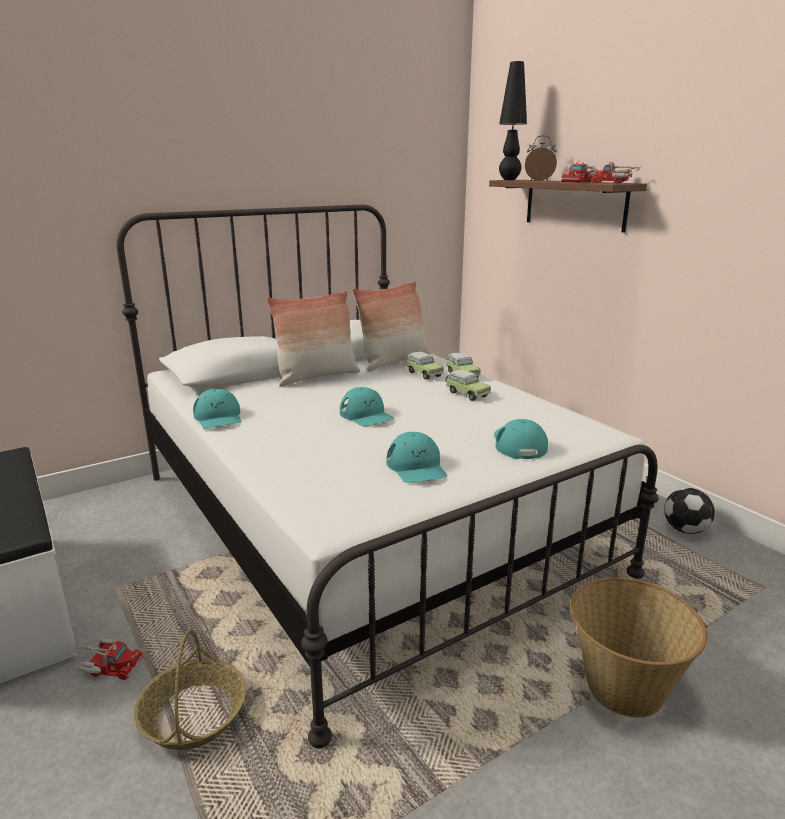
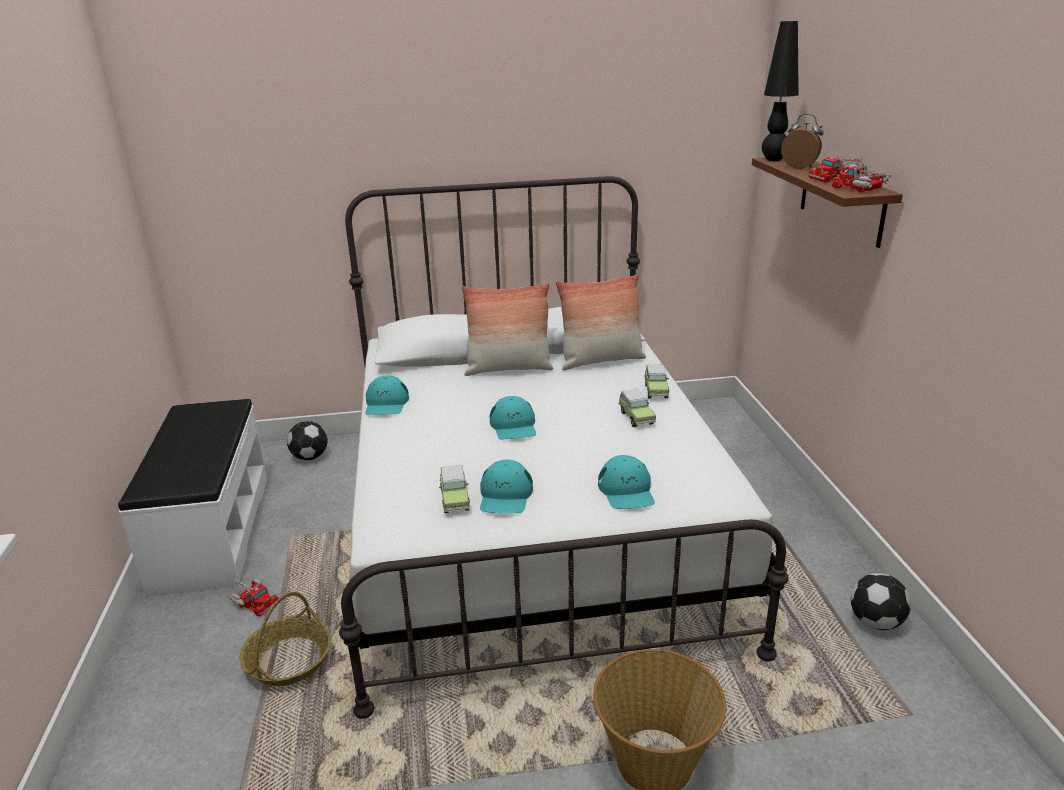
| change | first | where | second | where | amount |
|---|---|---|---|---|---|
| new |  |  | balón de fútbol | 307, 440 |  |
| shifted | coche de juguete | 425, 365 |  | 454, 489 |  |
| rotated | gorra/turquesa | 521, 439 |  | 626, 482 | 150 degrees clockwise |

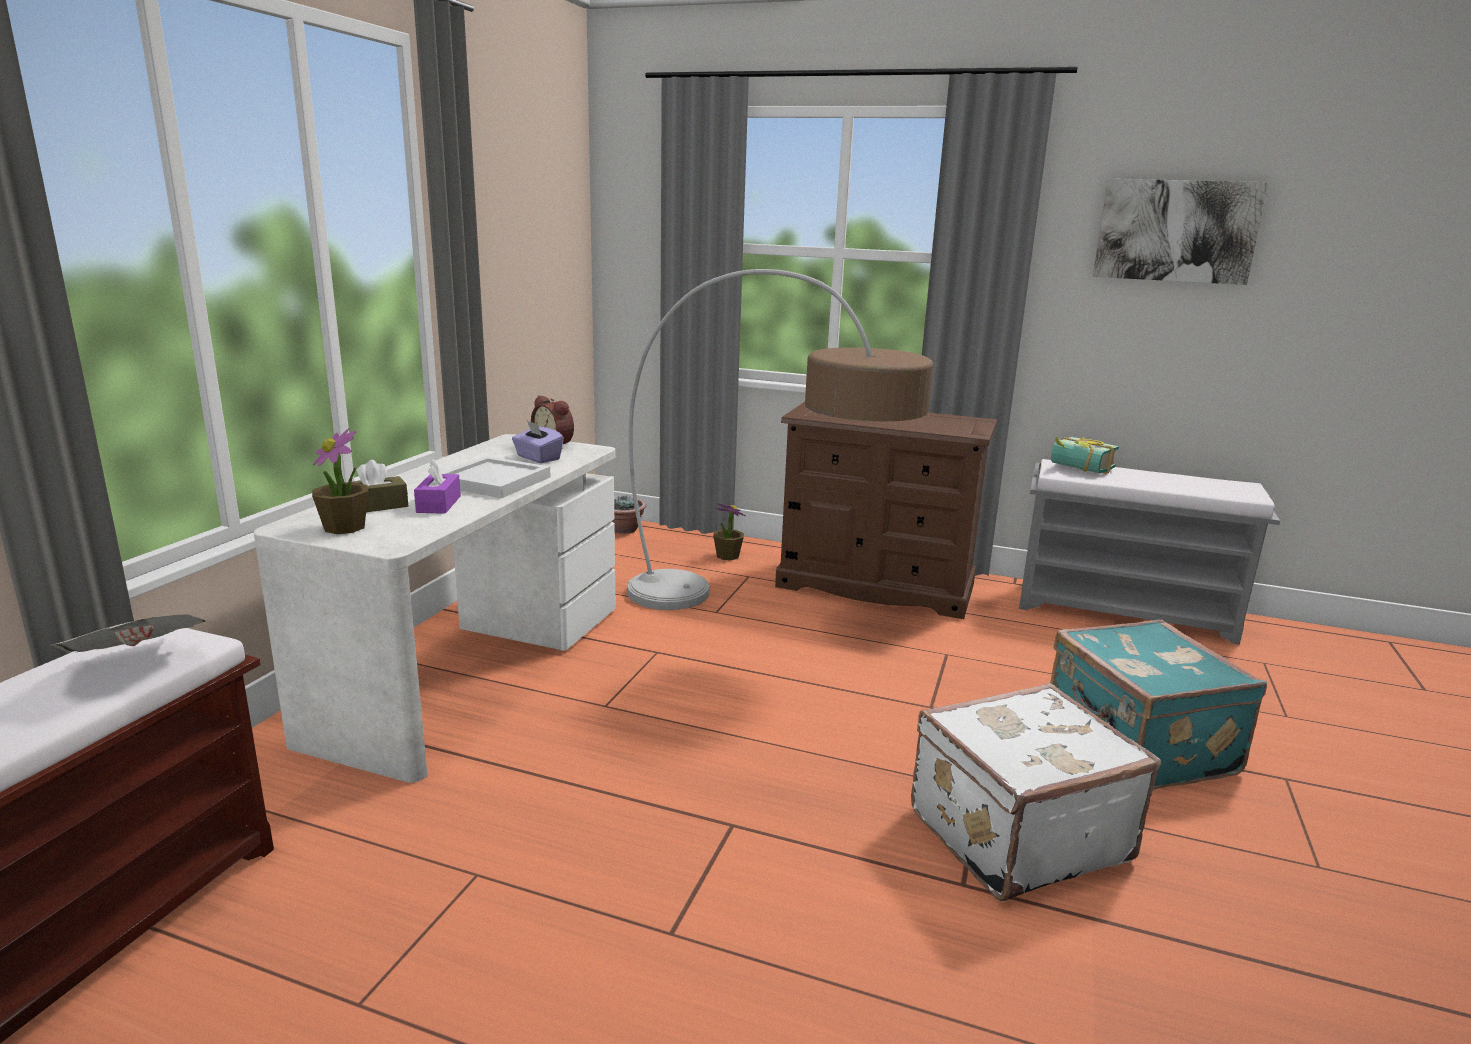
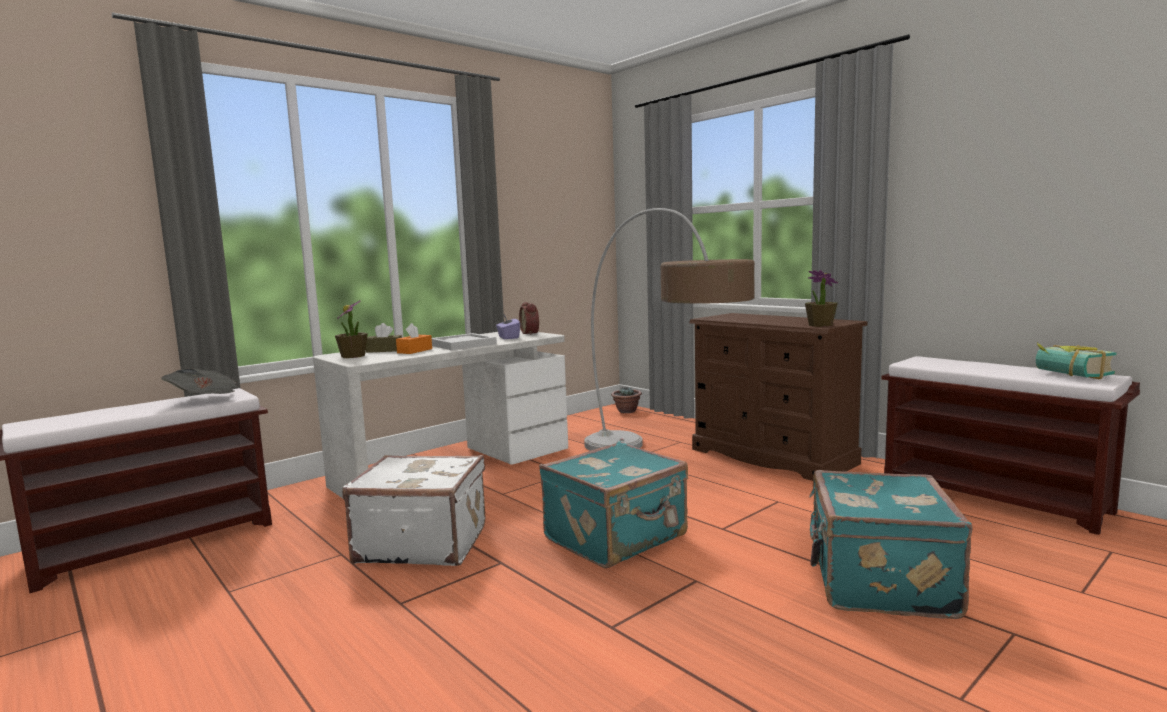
| change | first | where | second | where | amount |
|---|---|---|---|---|---|
| shifted | maleta/blanco | 1036, 792 |  | 413, 510 |  |
| repainted | caja de pañuelos/morado | 437, 486 | caja de pañuelos/naranja | 414, 338 |  |
| new |  |  | maleta/turquesa | 613, 504 |  |
| shifted | planta en maceta | 729, 531 |  | 821, 298 |  |
| repainted | banco/gris | 1149, 551 | banco/marrón | 1010, 445 |  |
| shifted | libro | 1085, 455 |  | 1076, 360 |  |
| gone | cuadro | 1181, 232 |  |  |  |

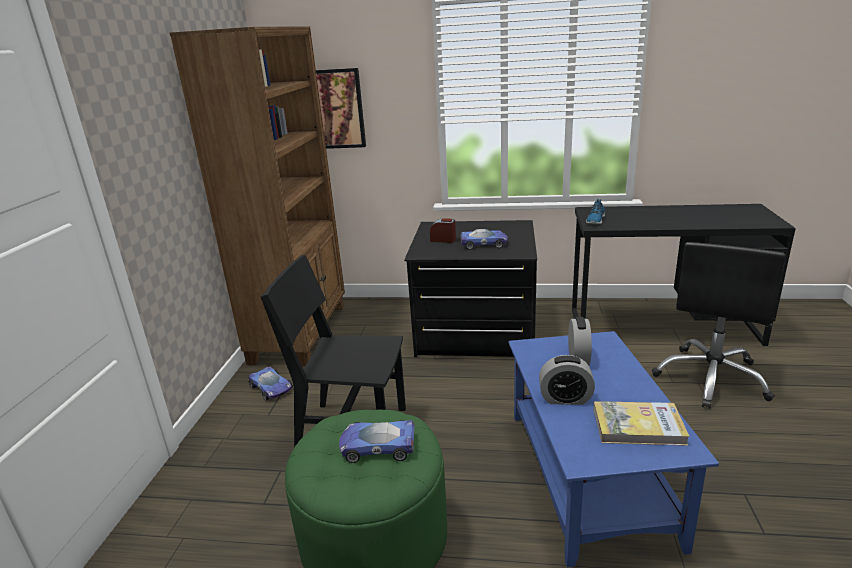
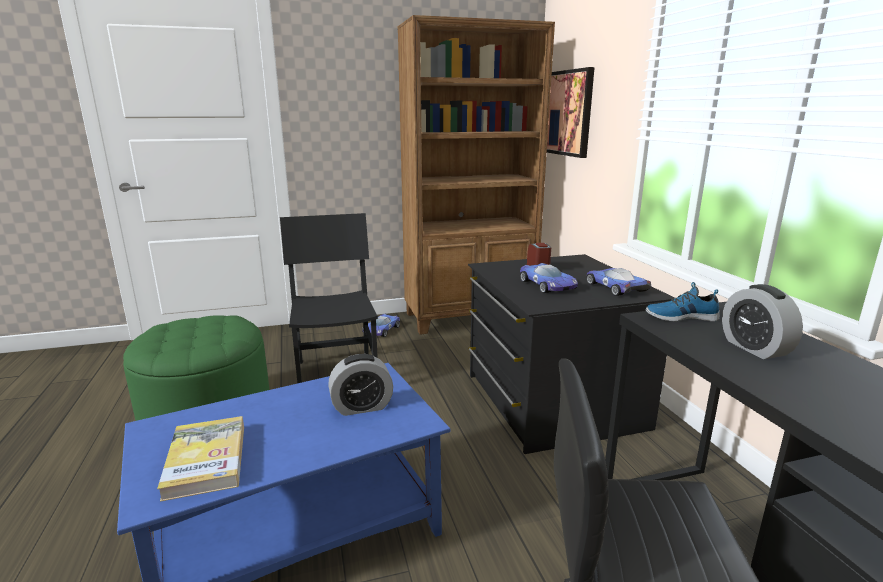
| change | first | where | second | where | amount |
|---|---|---|---|---|---|
| shifted | coche de juguete | 377, 441 |  | 618, 282 |  |
| shifted | despertador | 567, 380 |  | 762, 321 |  |

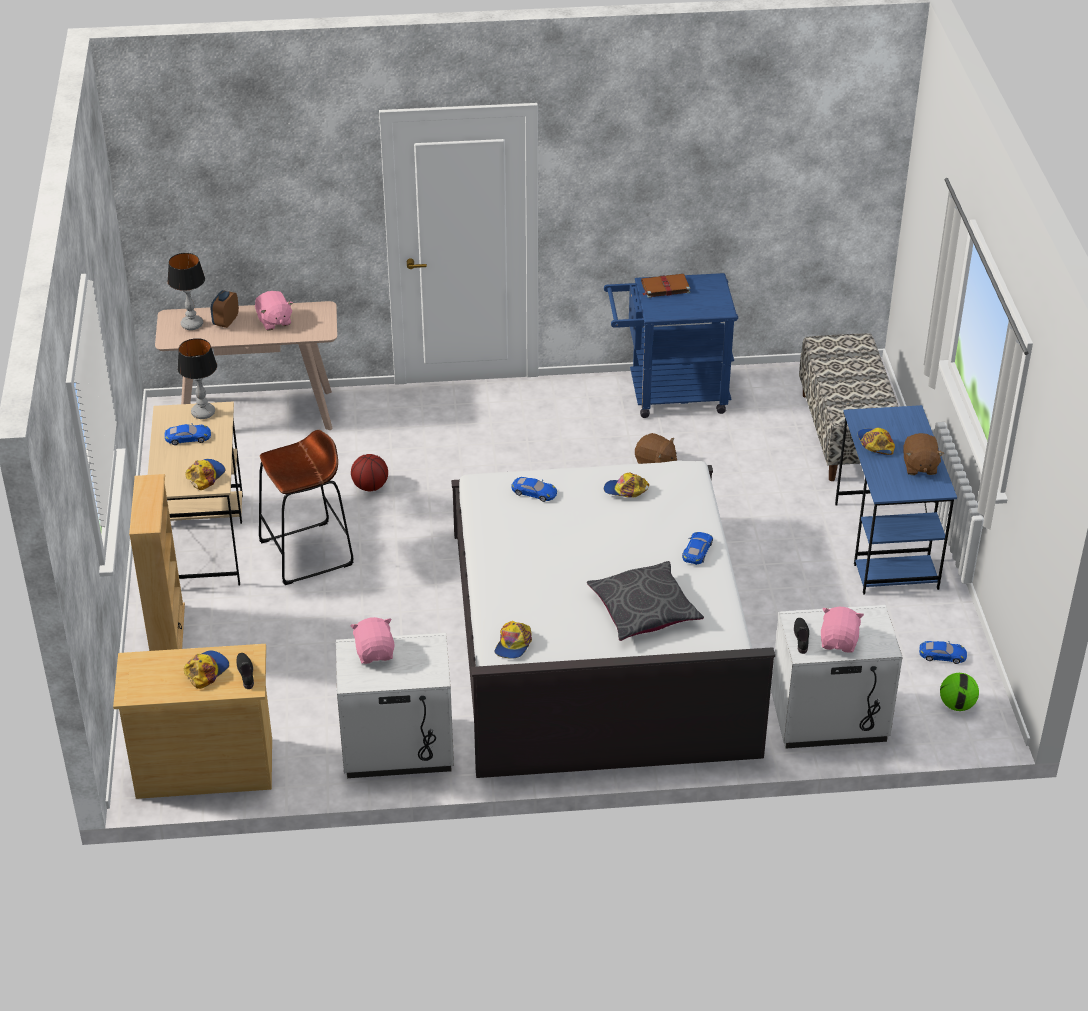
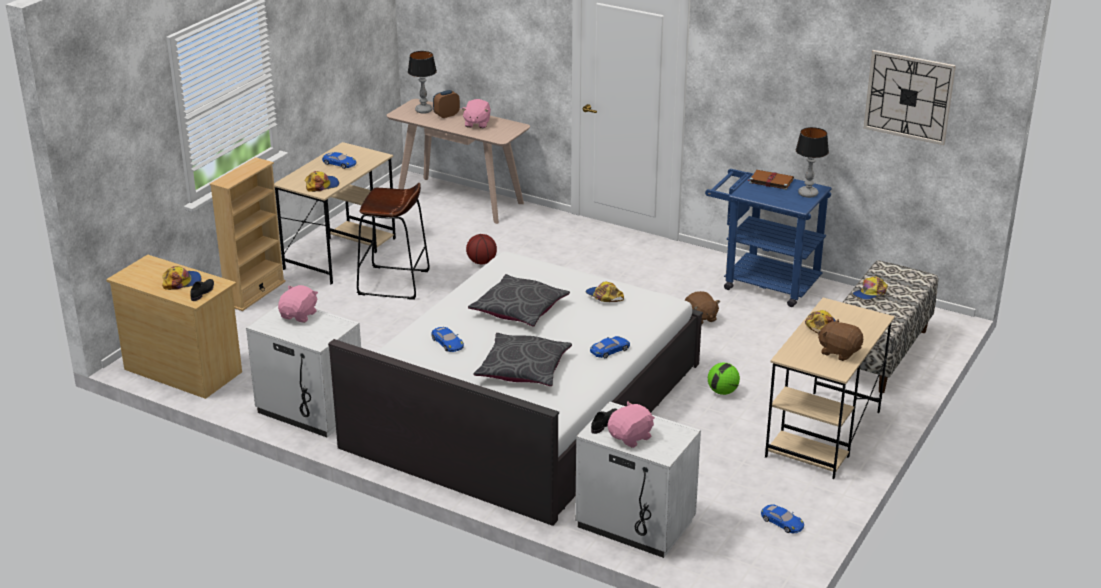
| change | first | where | second | where | amount |
|---|---|---|---|---|---|
| shifted | coche de juguete/azul | 534, 489 |  | 447, 339 |  |
| new |  |  | cojín/gris | 519, 300 |  |
| shifted | balón de fútbol | 959, 692 |  | 724, 379 |  |
| repainted | escritorio/azul | 896, 500 | escritorio/beis | 830, 388 |  |
| shifted | lámpara de mesa | 197, 378 |  | 812, 162 |  |
| rotated | peluche/marrón | 923, 454 |  | 840, 340 | 90 degrees clockwise |
| shifted | gorra | 513, 640 |  | 870, 288 |  |
| new |  |  | reloj de pared | 910, 97 |  |

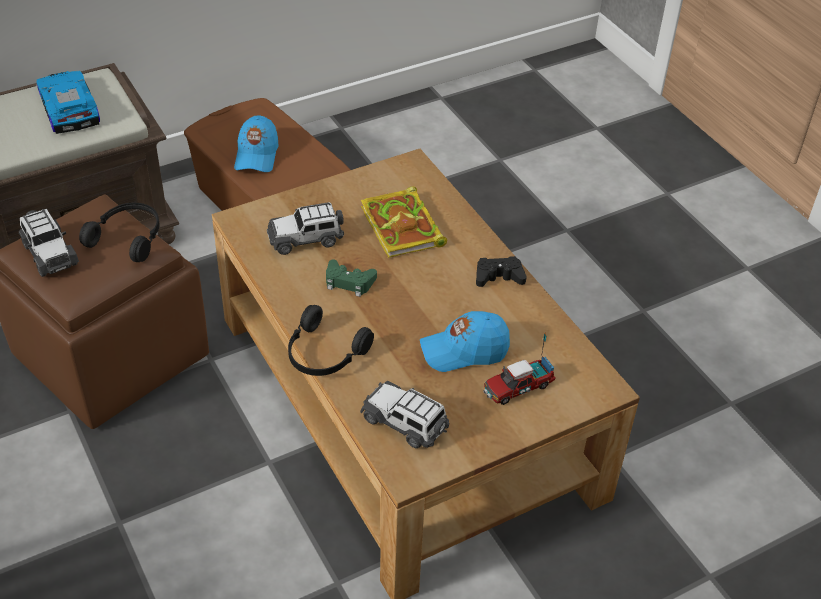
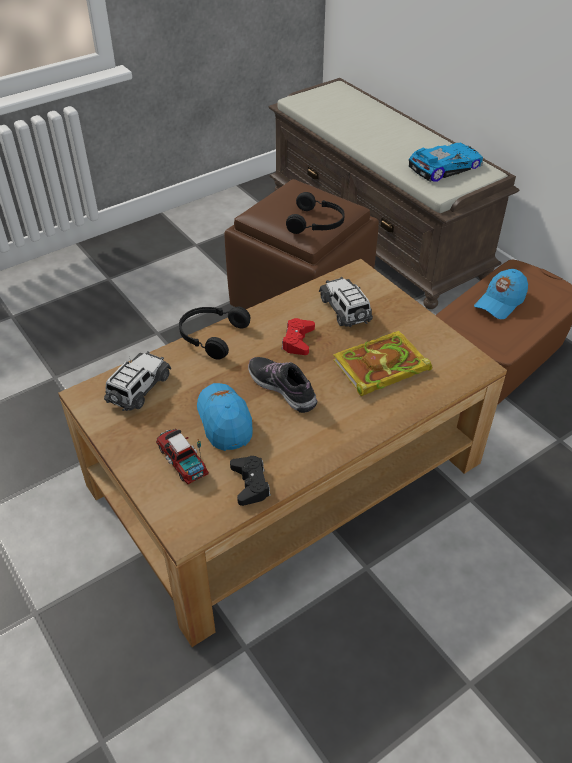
| change | first | where | second | where | amount |
|---|---|---|---|---|---|
| shifted | mando de consola/negro | 501, 271 |  | 250, 481 |  |
| new |  |  | zapato | 282, 385 |  |
| repainted | mando de consola/verde | 351, 278 | mando de consola/rojo | 298, 336 |  |
| rotated | gorra/azul | 256, 143 |  | 501, 294 | 45 degrees counterclockwise |
| gone | coche de juguete | 49, 243 |  |  |  |

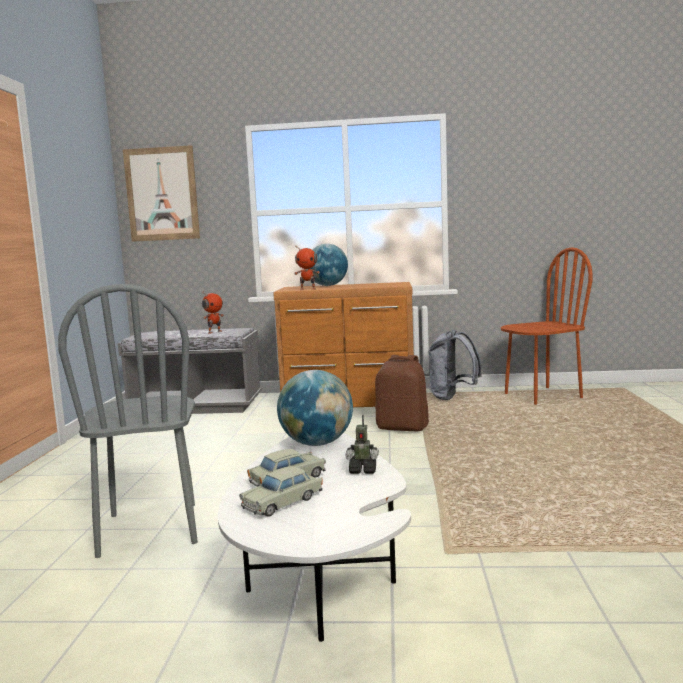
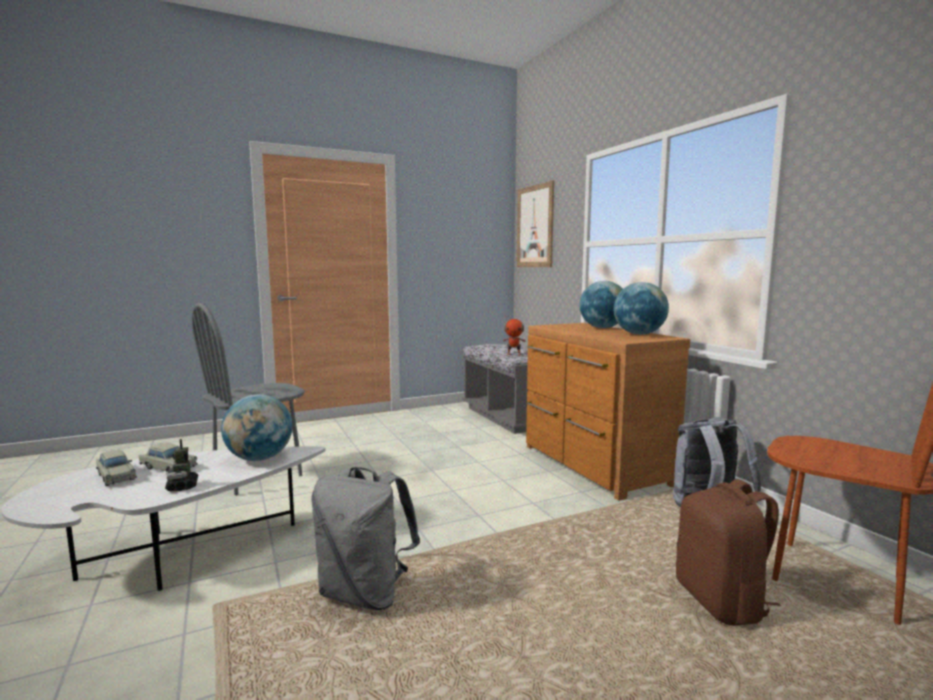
| change | first | where | second | where | amount |
|---|---|---|---|---|---|
| rotated | coche de juguete/beis | 281, 491 |  | 116, 468 | 150 degrees counterclockwise |
| new |  |  | mochila/gris | 365, 538 |  |
| new |  |  | globo terráqueo | 641, 308 |  |
| shifted | mochila/marrón | 402, 393 |  | 728, 552 |  |
| gone | robot de juguete | 307, 268 |  |  |  |

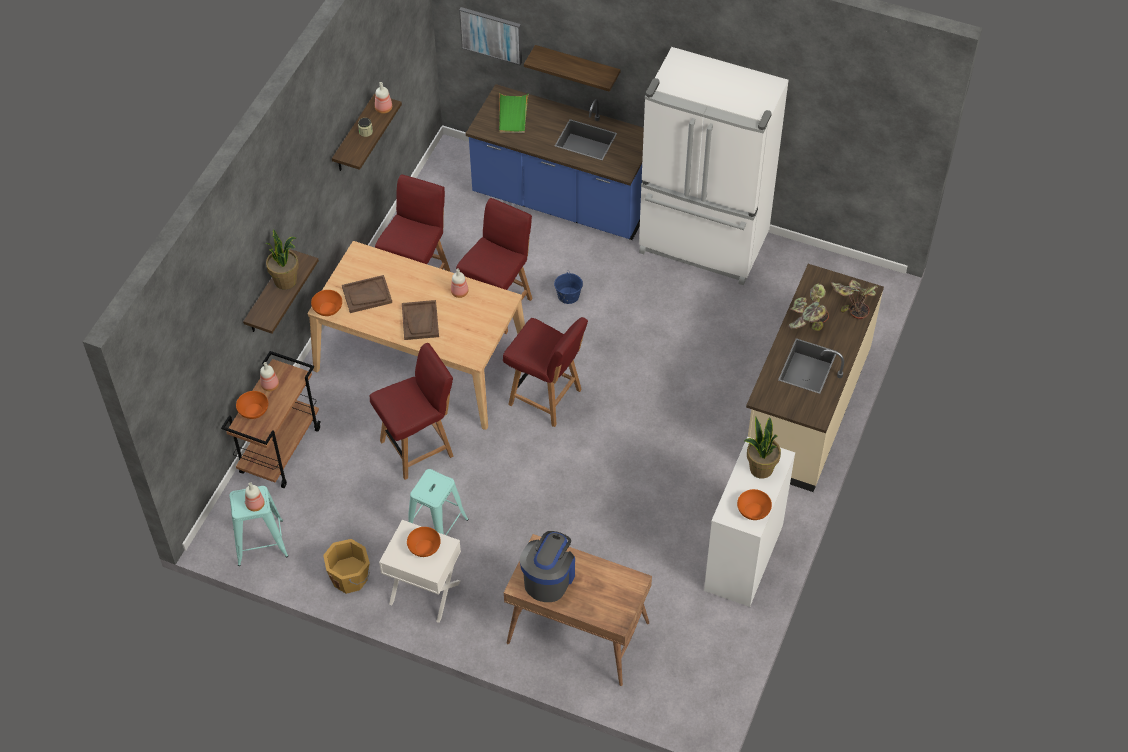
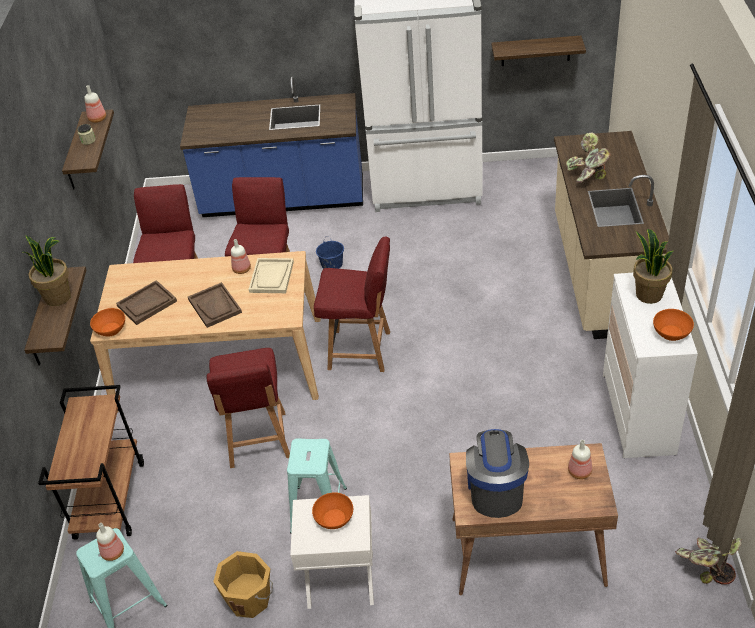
| change | first | where | second | where | amount |
|---|---|---|---|---|---|
| rotated | silla/rojo | 412, 411 |  | 248, 408 | 135 degrees clockwise |
| new |  |  | bandeja/beis | 271, 275 |  |
| shifted | estante | 572, 68 |  | 539, 51 |  |
| shifted | botella | 269, 376 |  | 580, 459 |  |
| shifted | planta en maceta | 854, 299 |  | 708, 561 |  |
| gone | cuenco/naranja | 252, 405 |  |  |  |
| gone | cuadro | 490, 36 |  |  |  |
| gone | bandeja/verde | 514, 113 |  |  |  |

